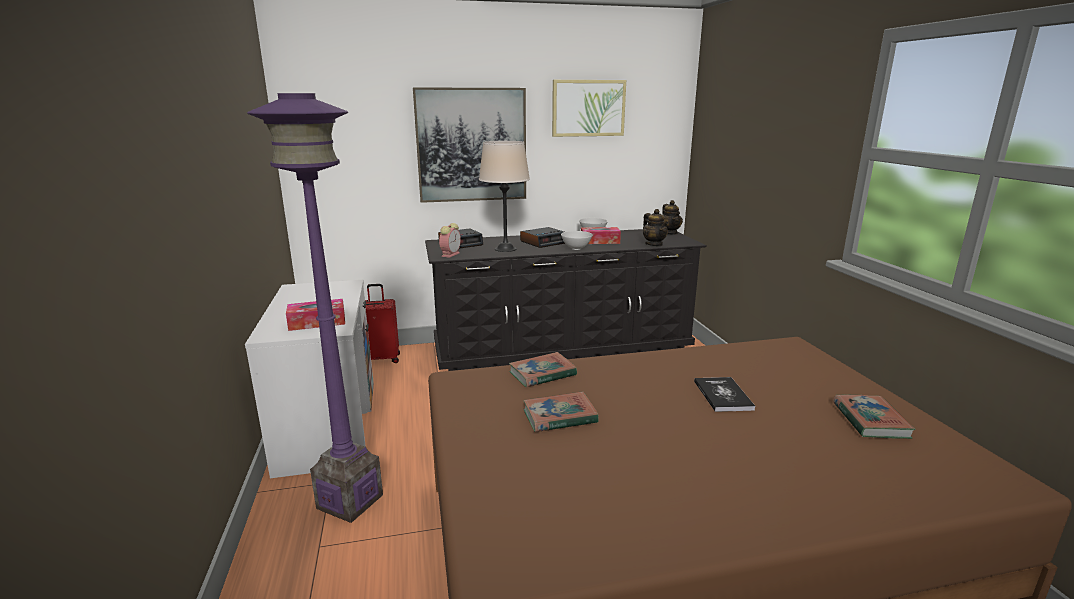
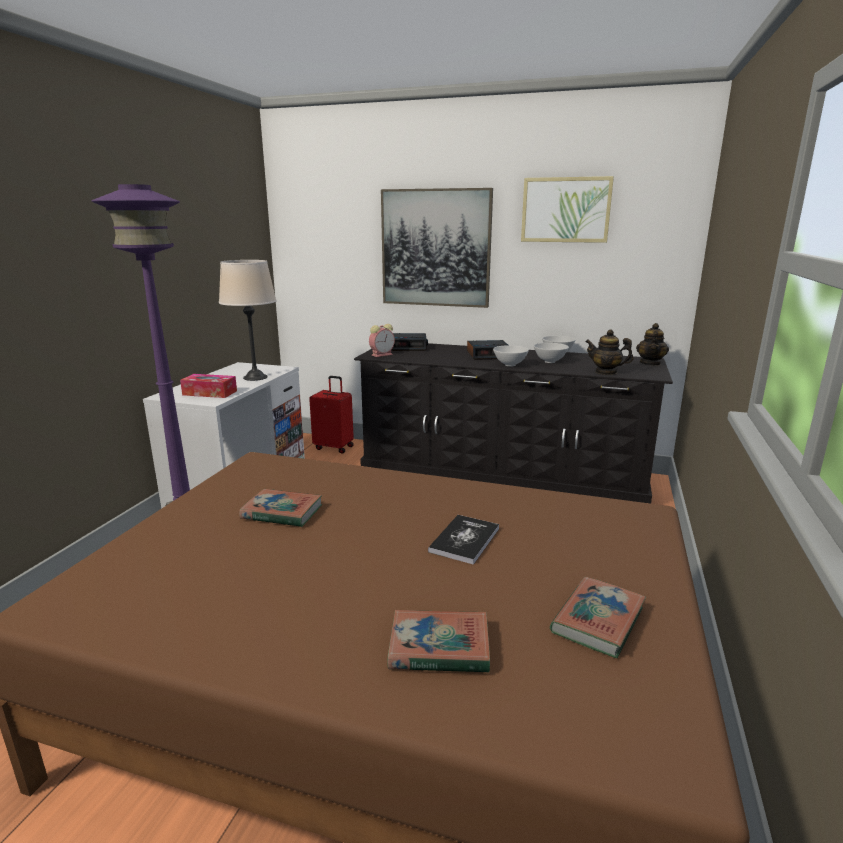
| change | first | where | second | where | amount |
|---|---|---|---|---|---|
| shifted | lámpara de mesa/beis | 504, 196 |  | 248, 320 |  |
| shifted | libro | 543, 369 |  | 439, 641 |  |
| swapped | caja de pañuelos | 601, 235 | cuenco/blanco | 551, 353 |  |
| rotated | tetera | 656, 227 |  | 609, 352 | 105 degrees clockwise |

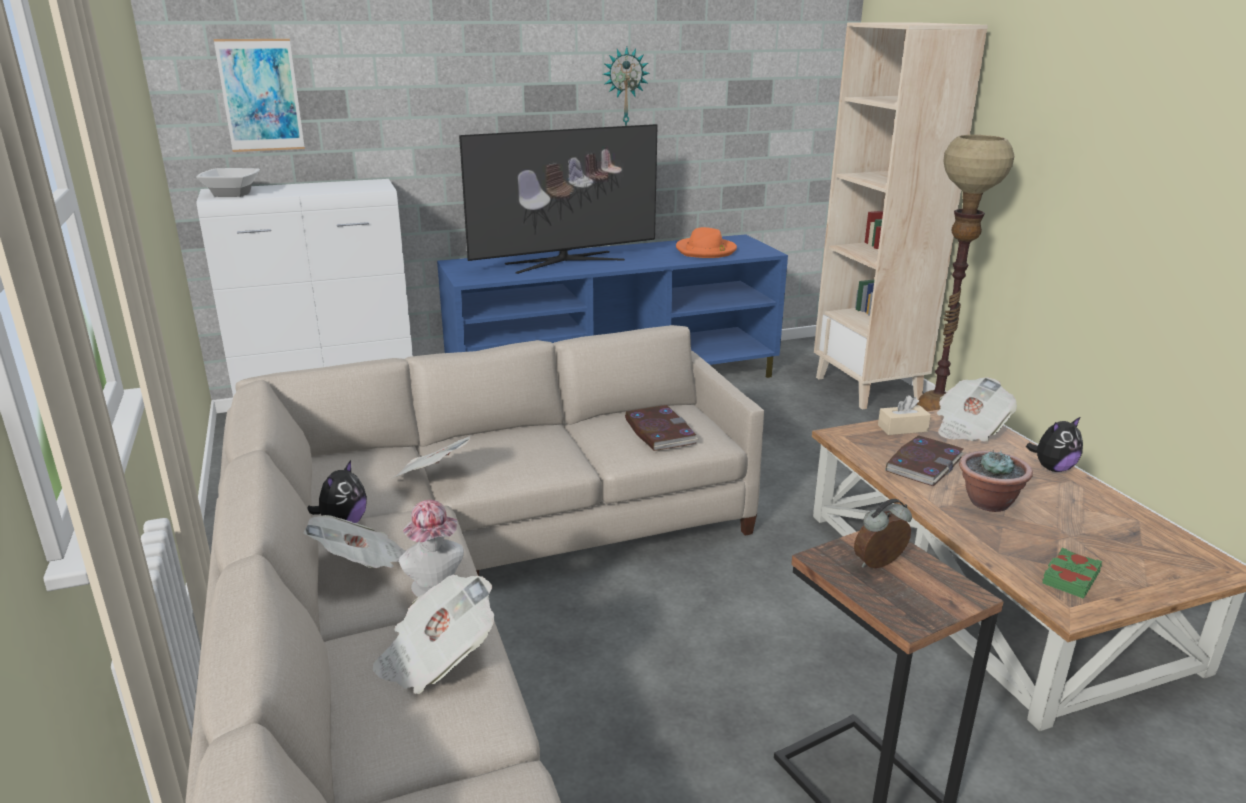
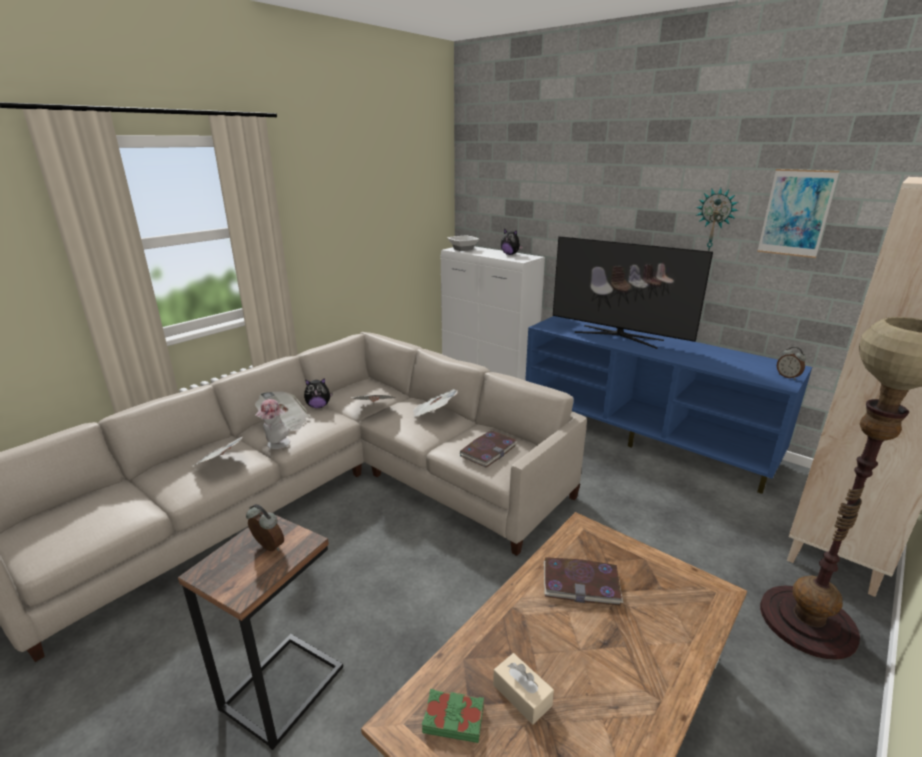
| change | first | where | second | where | amount |
|---|---|---|---|---|---|
| shifted | periódico | 977, 409 |  | 435, 403 |  |
| shifted | caja de pañuelos/beis | 904, 415 |  | 523, 689 |  |
| shifted | peluche | 1054, 444 |  | 512, 242 |  |
| shifted | cuadro | 259, 95 |  | 798, 213 |  |
| new |  |  | despertador | 791, 363 |  |
| gone | sombrero/naranja | 706, 242 |  |  |  |
| gone | planta en maceta | 996, 481 |  |  |  |

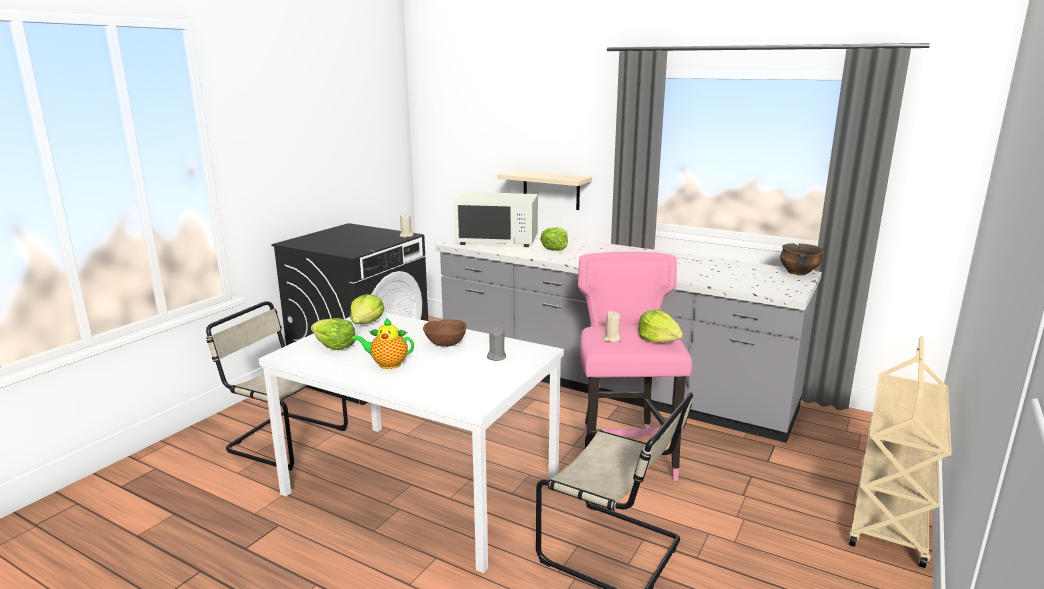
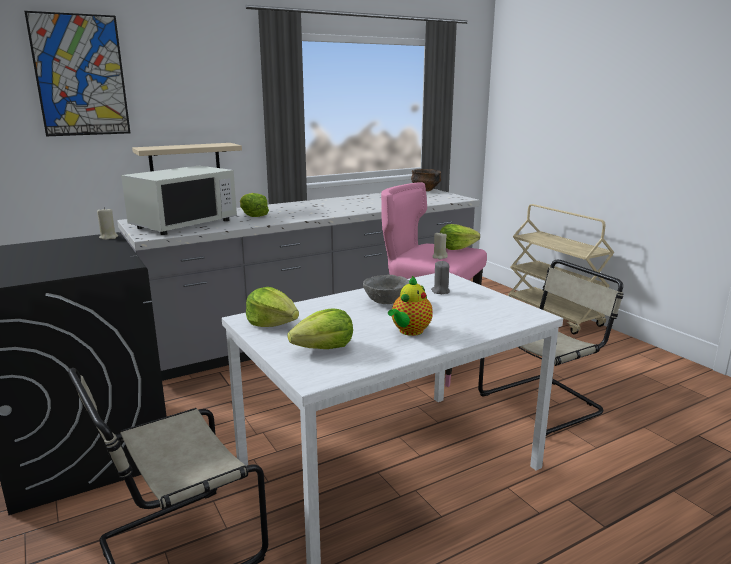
| change | first | where | second | where | amount |
|---|---|---|---|---|---|
| new |  |  | cuadro | 77, 73 |  |
| repainted | cuenco/marrón | 445, 333 | cuenco/gris | 386, 289 |  |

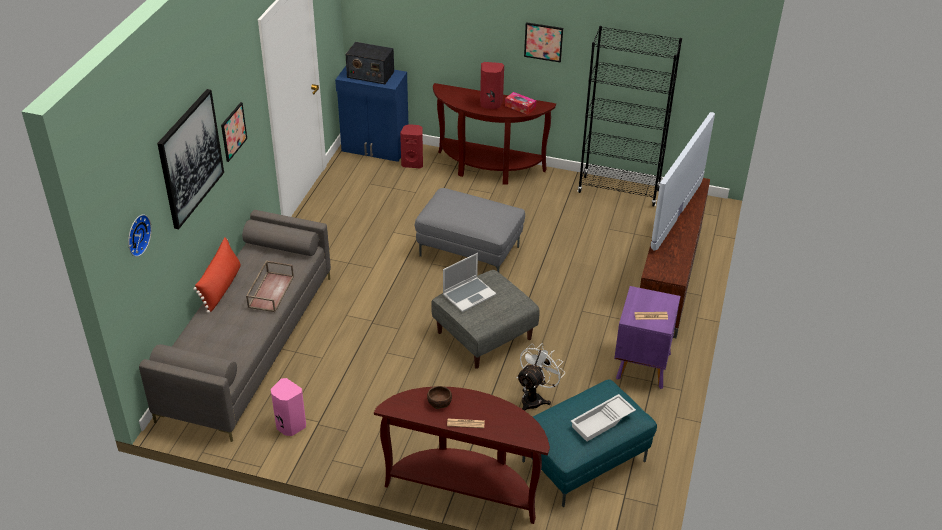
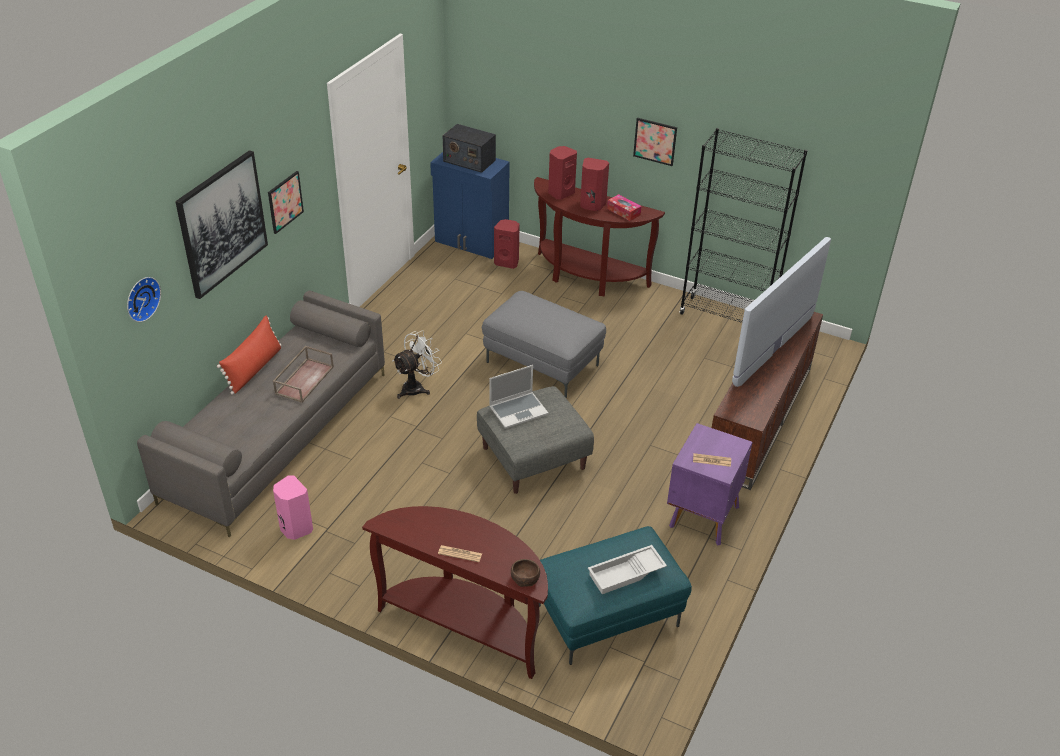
| change | first | where | second | where | amount |
|---|---|---|---|---|---|
| shifted | ventilador/blanco | 540, 377 |  | 417, 364 |  |
| shifted | cuenco/marrón | 439, 397 |  | 525, 573 |  |
| new |  |  | altavoz/rojo | 562, 173 |  |

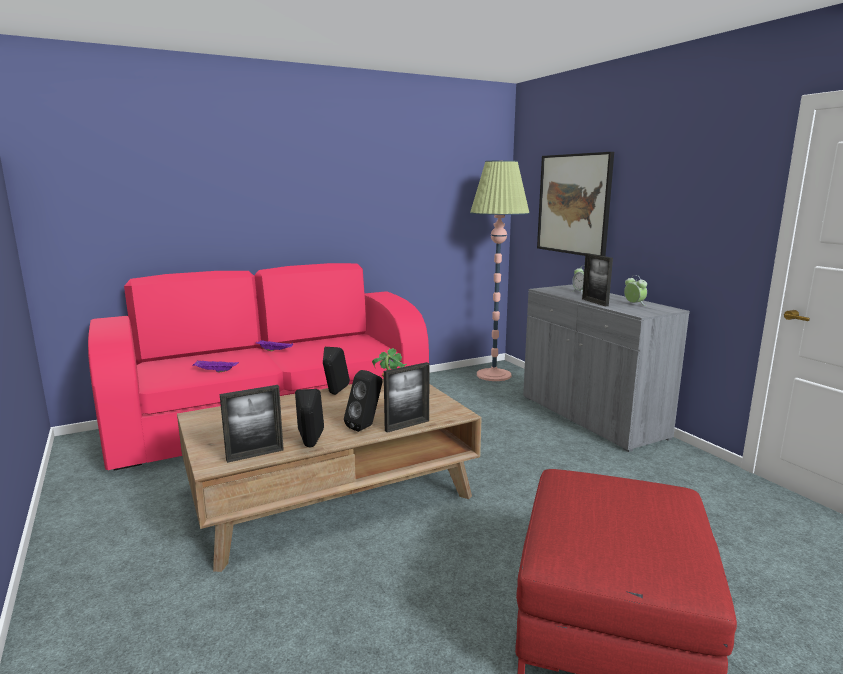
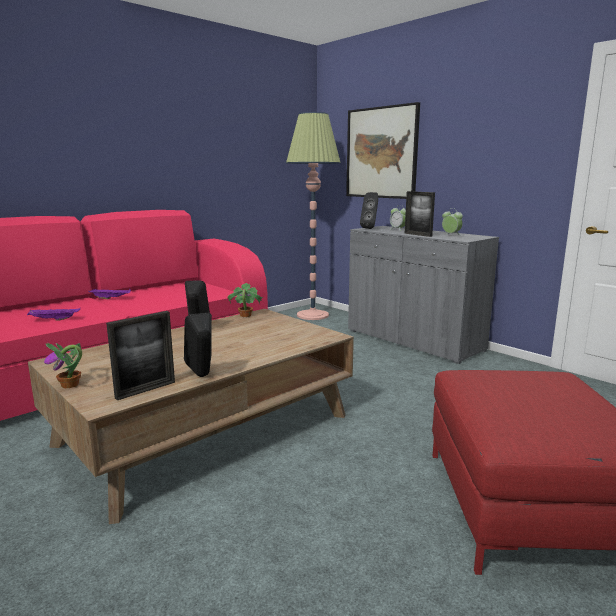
| change | first | where | second | where | amount |
|---|---|---|---|---|---|
| new |  |  | planta en maceta | 63, 365 |  |
| shifted | altavoz/negro | 363, 401 |  | 369, 210 |  |
| gone | portarretratos | 406, 397 |  |  |  |

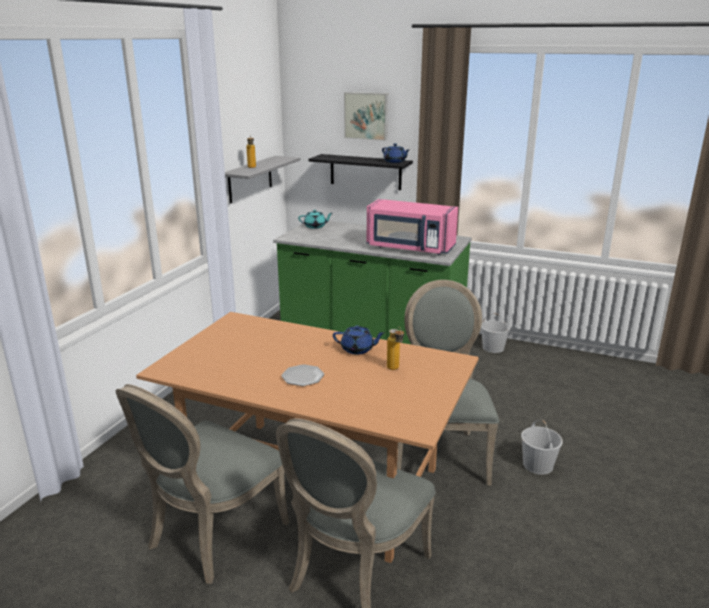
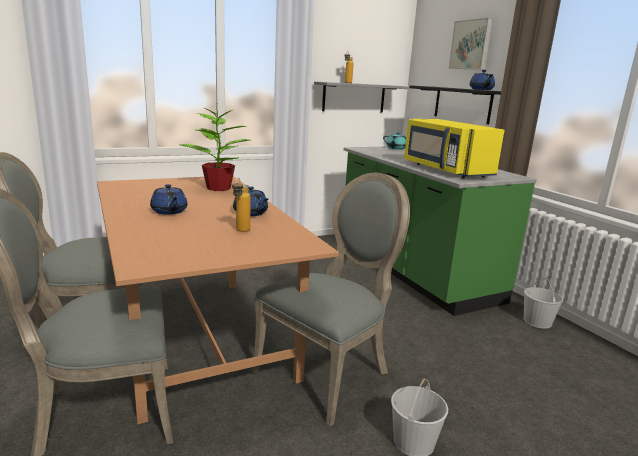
| change | first | where | second | where | amount |
|---|---|---|---|---|---|
| swapped | plato | 302, 375 | tetera/azul | 168, 199 |  |
| new |  |  | planta en maceta | 215, 147 |  |
| repainted | microondas/rosa | 412, 227 | microondas/amarillo | 454, 149 |  |

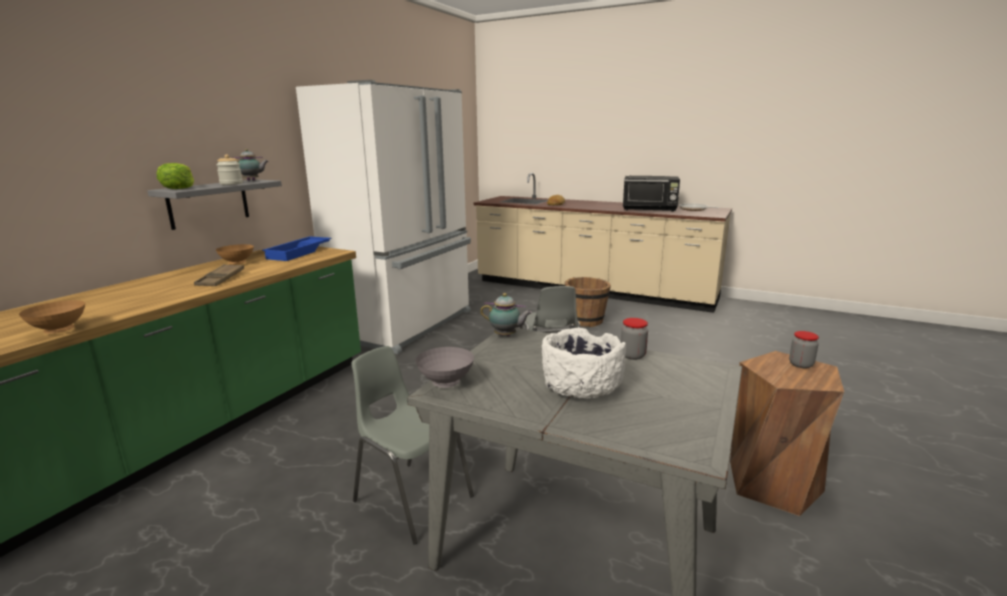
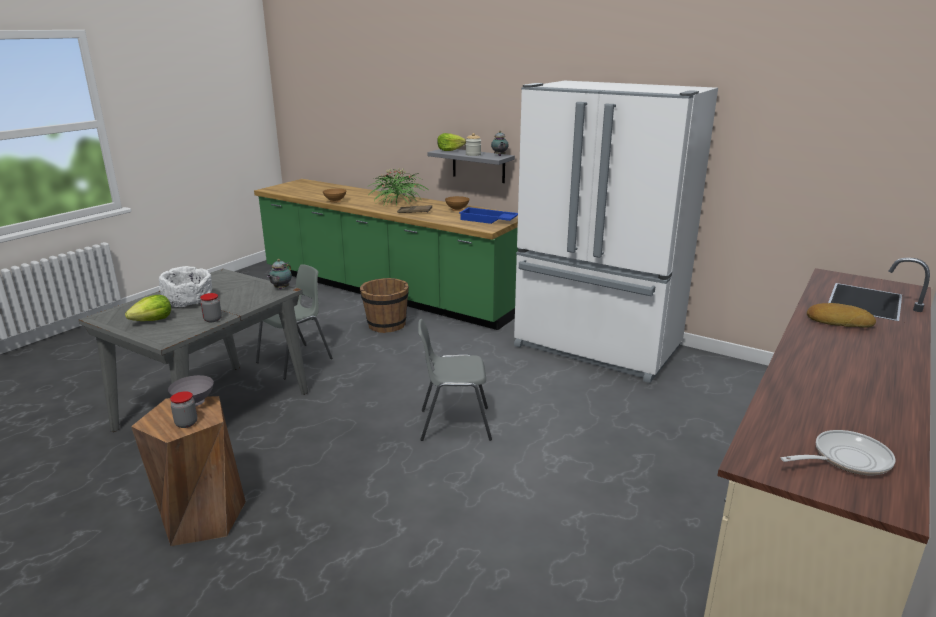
| change | first | where | second | where | amount |
|---|---|---|---|---|---|
| new |  |  | lechuga | 148, 308 |  |
| shifted | cuenco/gris | 445, 367 |  | 191, 390 |  |
| shifted | cubo/marrón | 588, 302 |  | 384, 305 |  |
| new |  |  | planta en maceta | 398, 187 |  |
| gone | microondas/negro | 651, 194 |  |  |  |

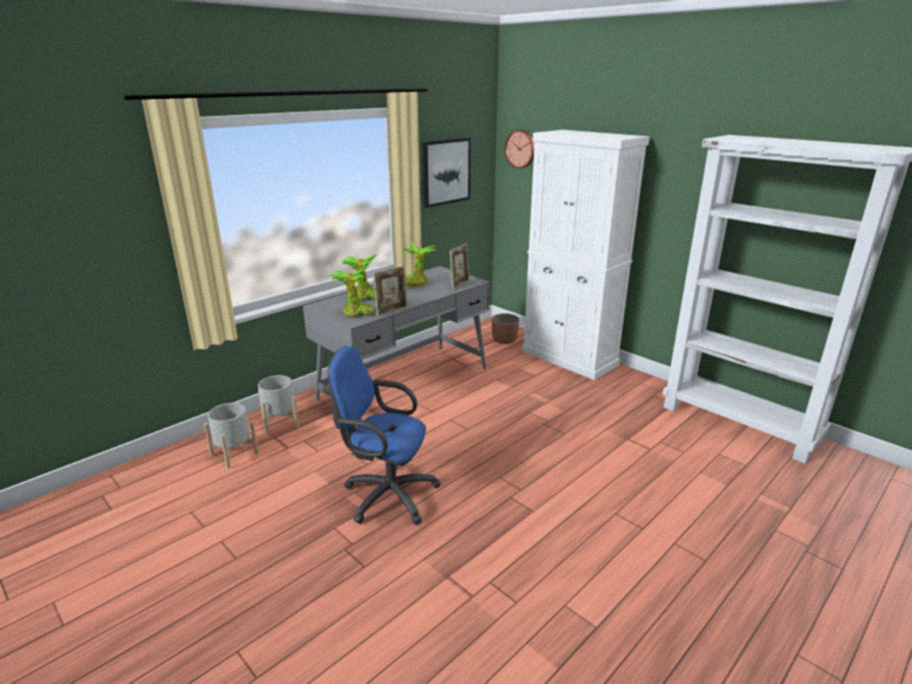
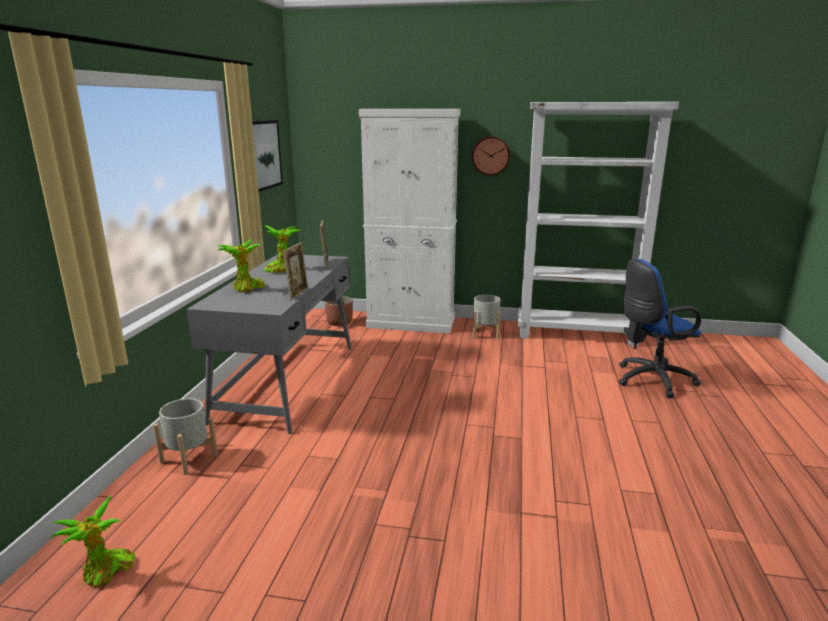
| change | first | where | second | where | amount |
|---|---|---|---|---|---|
| shifted | planta en maceta | 351, 292 |  | 92, 541 |  |
| shifted | reloj de pared | 520, 149 |  | 491, 156 |  |
| shifted | maceta/gris | 231, 436 |  | 487, 317 |  |
| shifted | silla de oficina/azul | 384, 435 |  | 660, 328 |  |

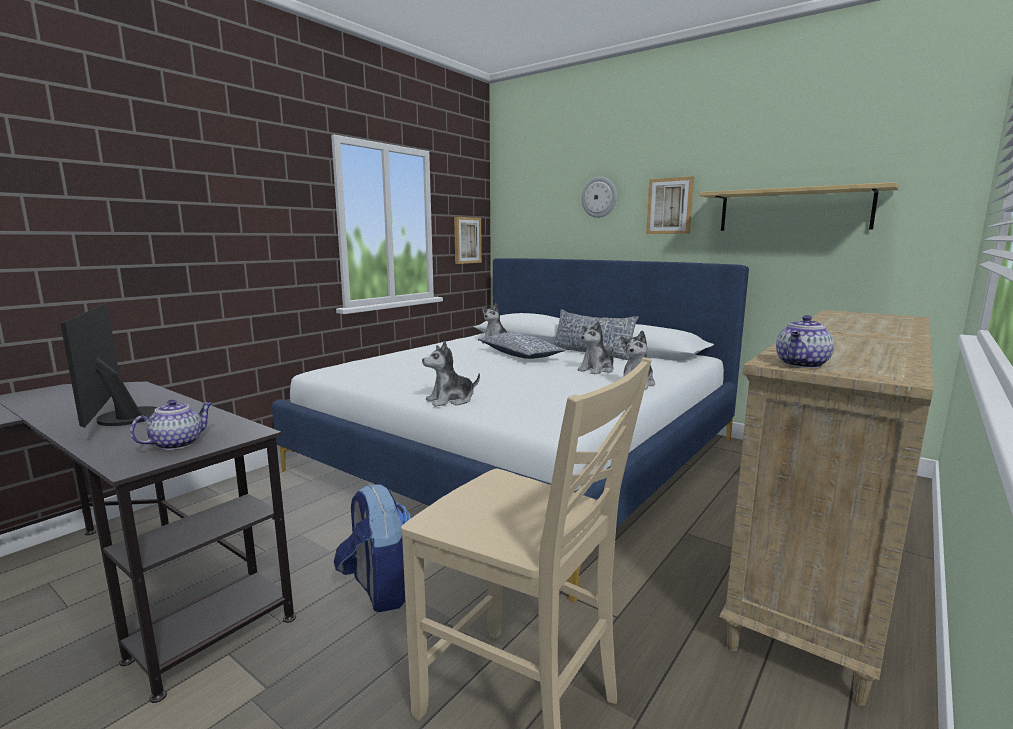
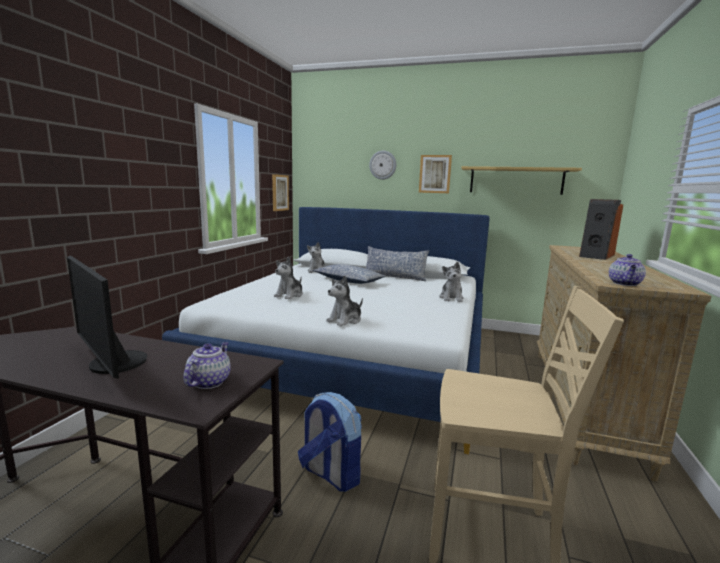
| change | first | where | second | where | amount |
|---|---|---|---|---|---|
| shifted | peluche | 596, 347 |  | 288, 278 |  |
| new |  |  | altavoz | 601, 229 |  |

